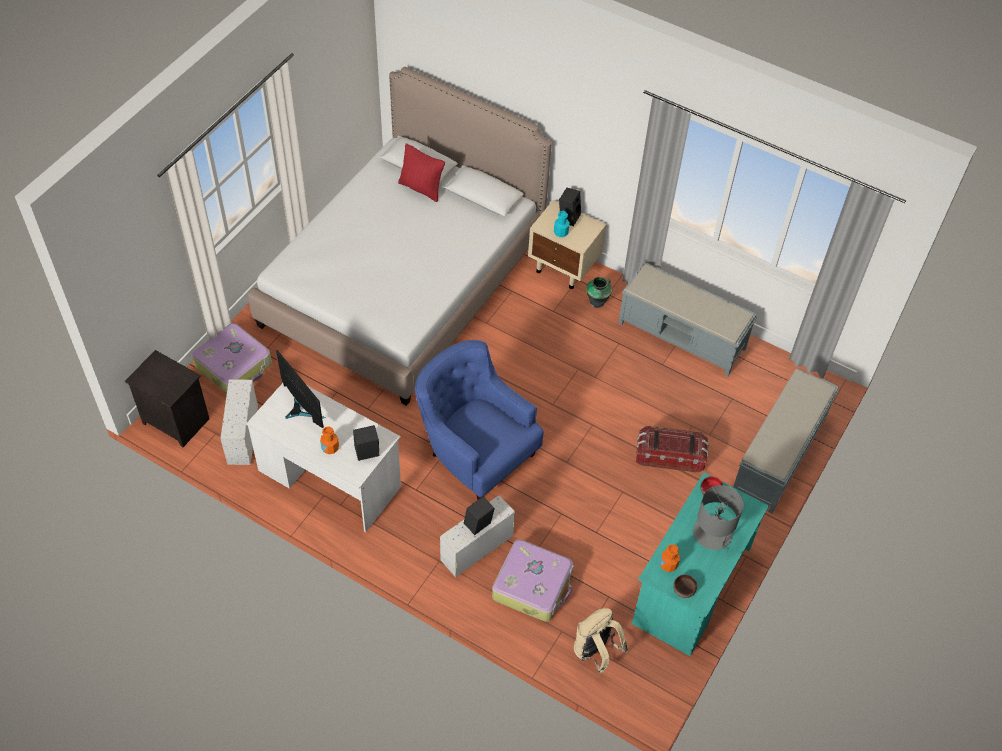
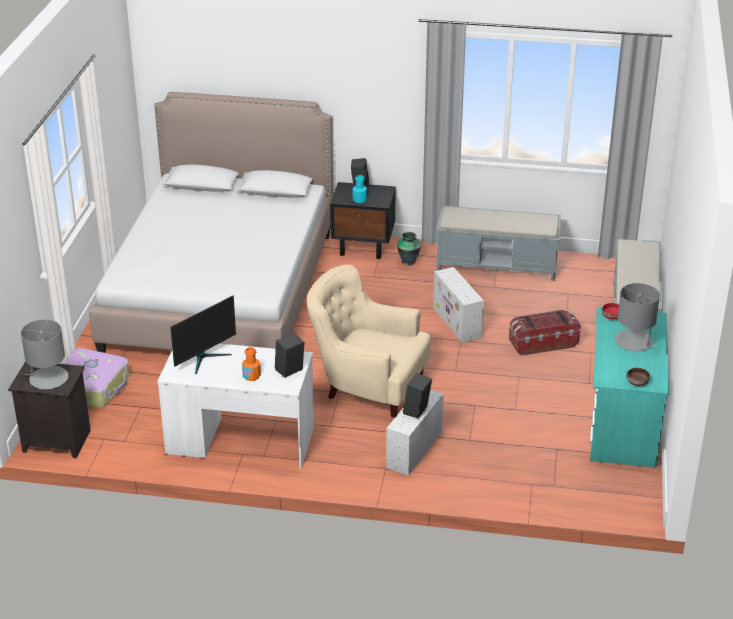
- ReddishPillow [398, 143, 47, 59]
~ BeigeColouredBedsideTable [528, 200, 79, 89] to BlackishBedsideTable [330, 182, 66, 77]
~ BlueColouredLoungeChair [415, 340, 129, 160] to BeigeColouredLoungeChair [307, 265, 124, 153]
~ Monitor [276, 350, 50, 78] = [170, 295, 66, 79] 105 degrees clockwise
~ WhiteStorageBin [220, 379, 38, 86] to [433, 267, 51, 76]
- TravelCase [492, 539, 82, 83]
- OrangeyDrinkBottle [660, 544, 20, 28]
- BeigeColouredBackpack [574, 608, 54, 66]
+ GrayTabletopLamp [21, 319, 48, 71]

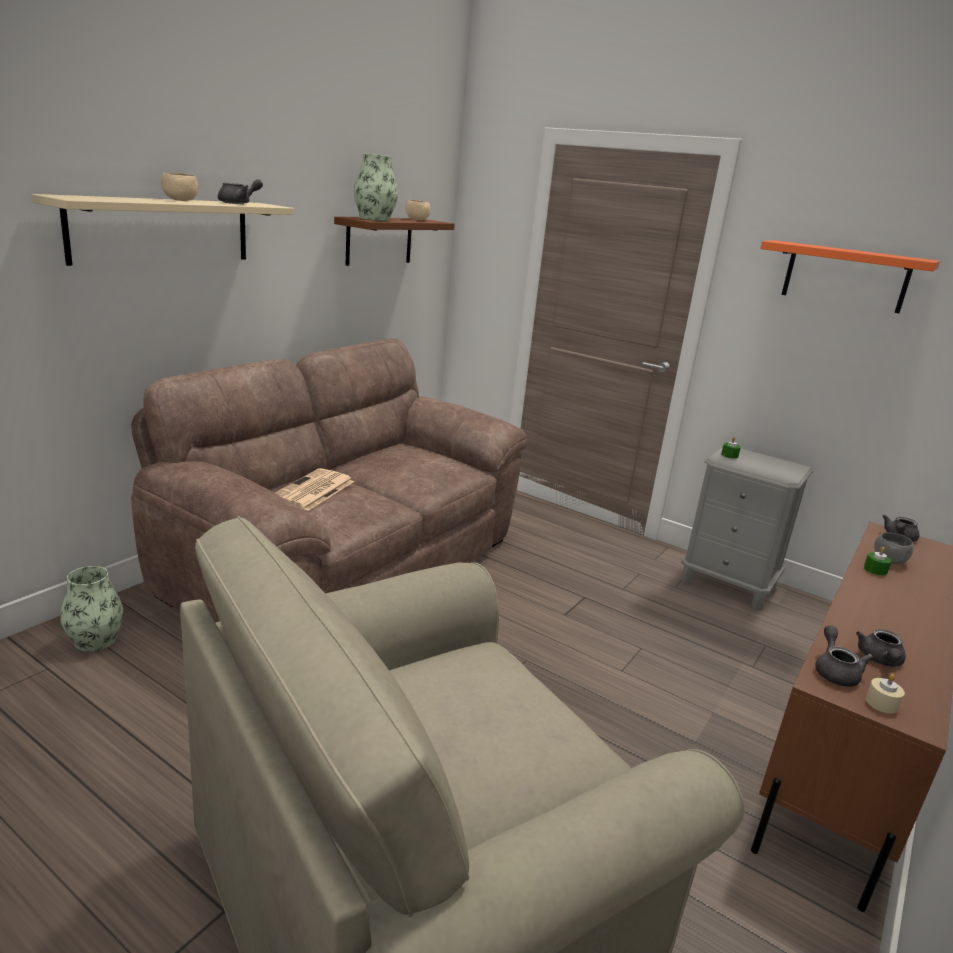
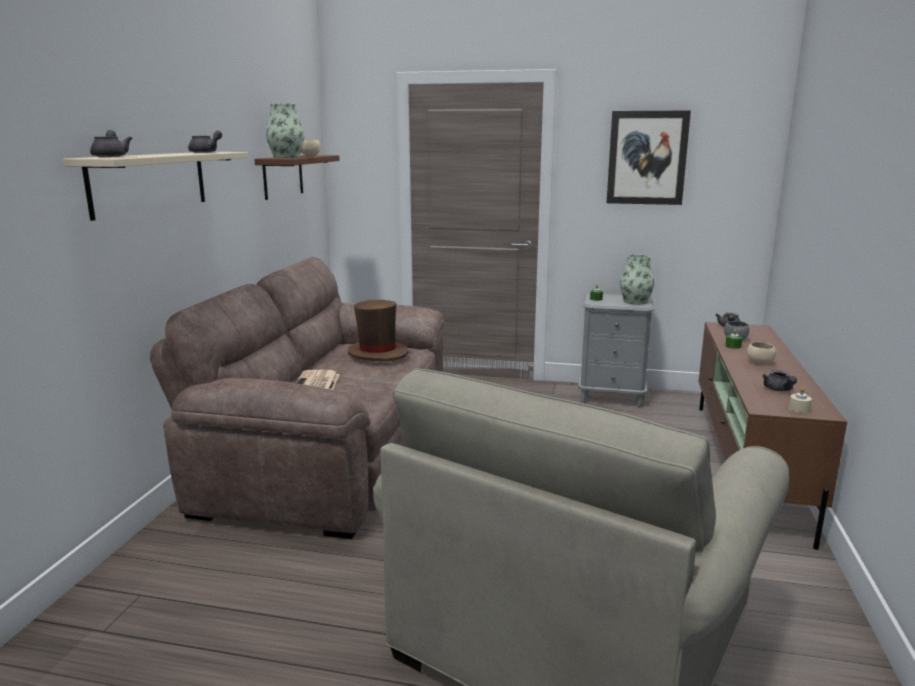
~ BeigeColouredBowl [161, 173, 37, 28] to [747, 342, 29, 22]
~ OrangeyBracketShelf [760, 240, 180, 73] to WallPicture [607, 110, 84, 95]
~ Vase [60, 566, 63, 86] to [620, 254, 35, 51]
~ GrayTeaPot [815, 625, 58, 62] to [90, 130, 42, 27]
+ BrownishWearableHat [348, 300, 61, 61]

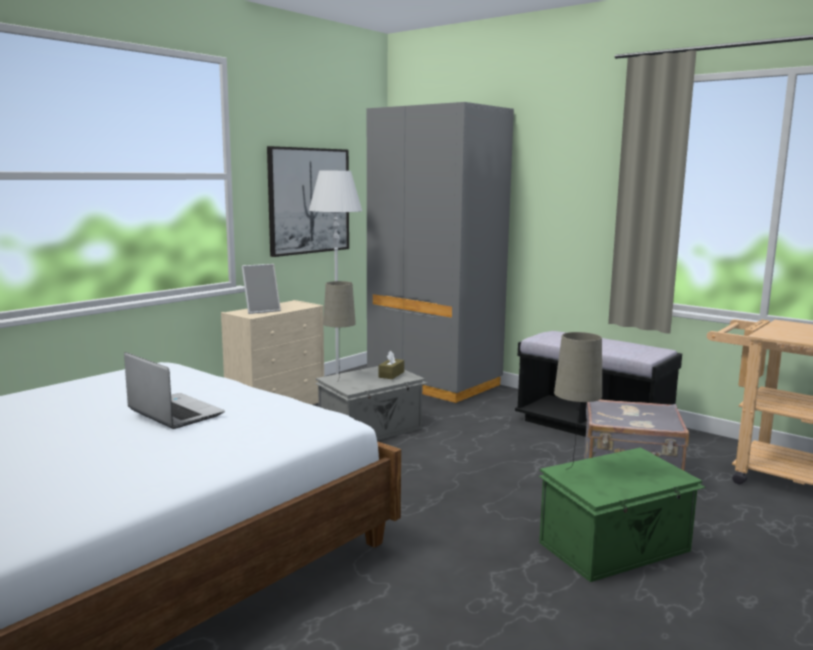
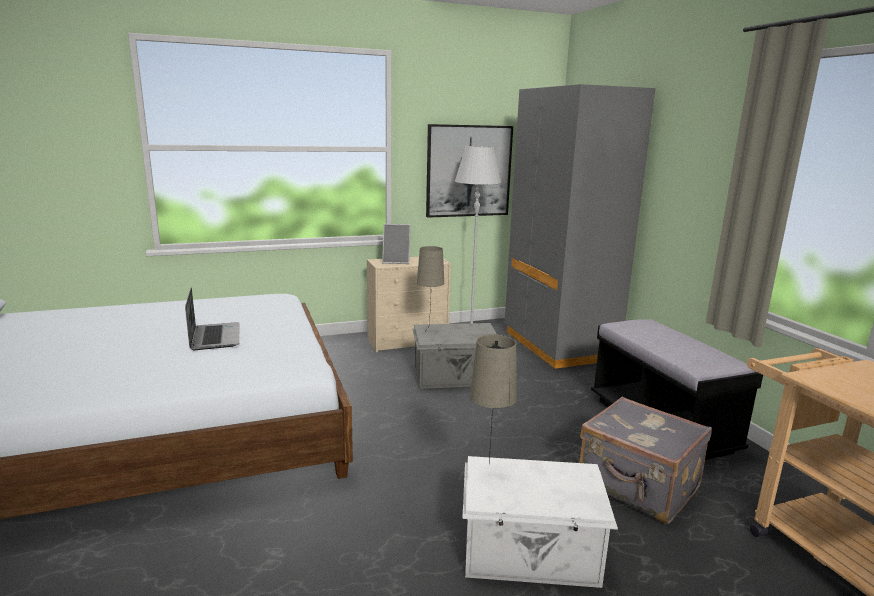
- BrownishTissueHolder [378, 351, 26, 28]
~ GreenColouredStorageBin [539, 447, 167, 135] to WhiteStorageBin [462, 456, 156, 132]

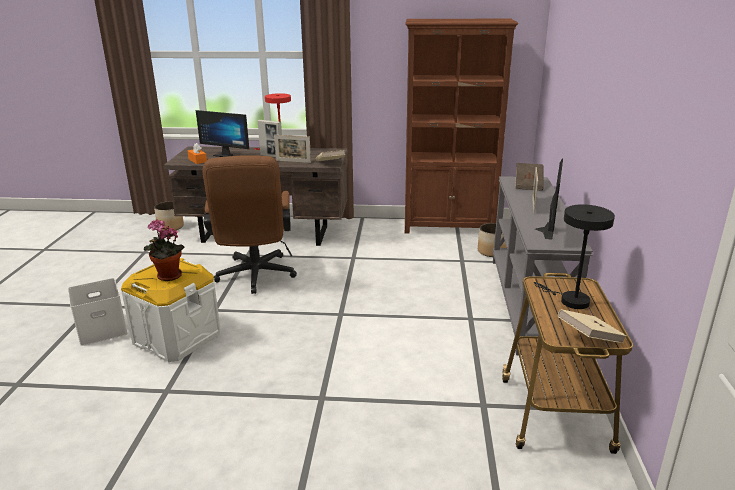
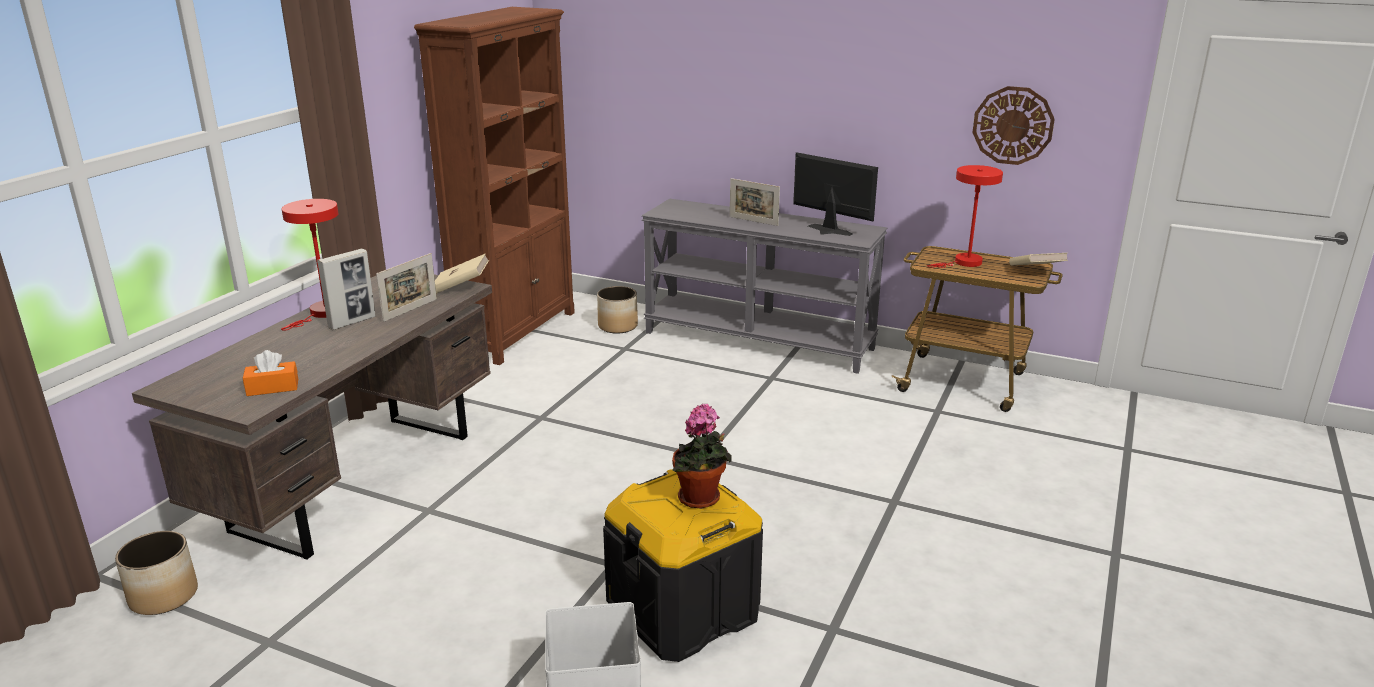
- Monitor [196, 110, 53, 47]
- BrownishOfficeChair [203, 155, 94, 139]
- BrownishBook [515, 163, 28, 28]
~ BlackishTabletopLamp [534, 204, 81, 105] to ReddishTabletopLamp [927, 165, 76, 103]
~ WhiteStorageBin [121, 258, 100, 104] to BlackishStorageBin [603, 469, 160, 193]
+ HangingClock [972, 86, 83, 79]

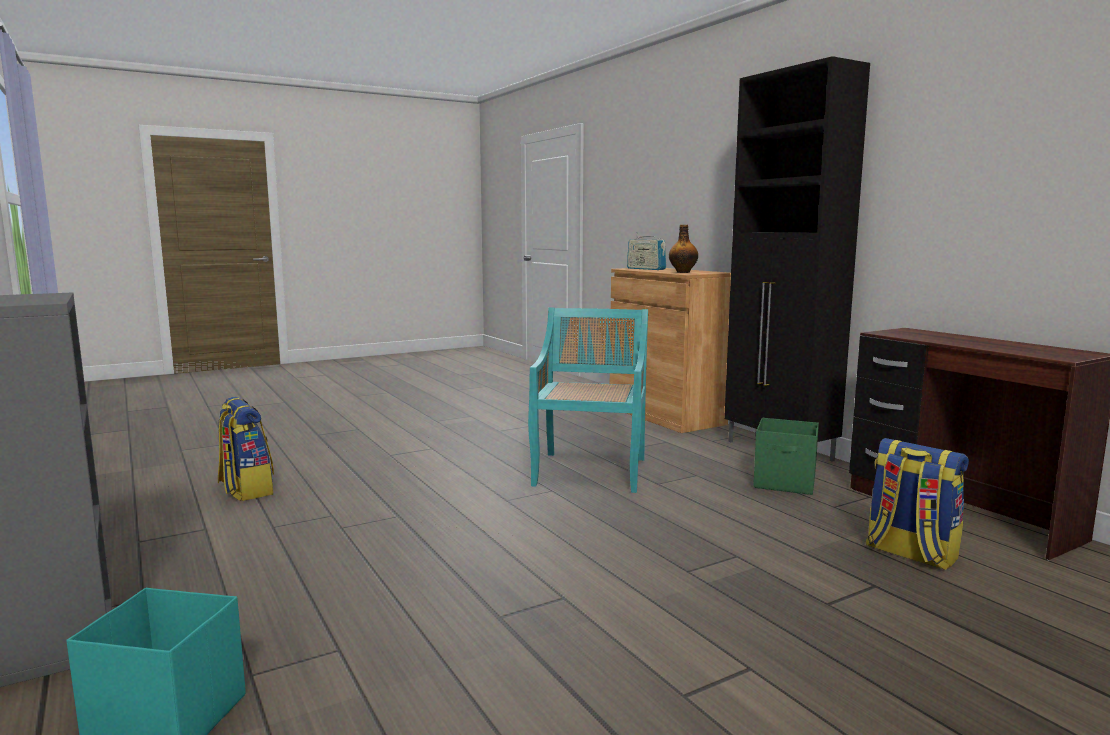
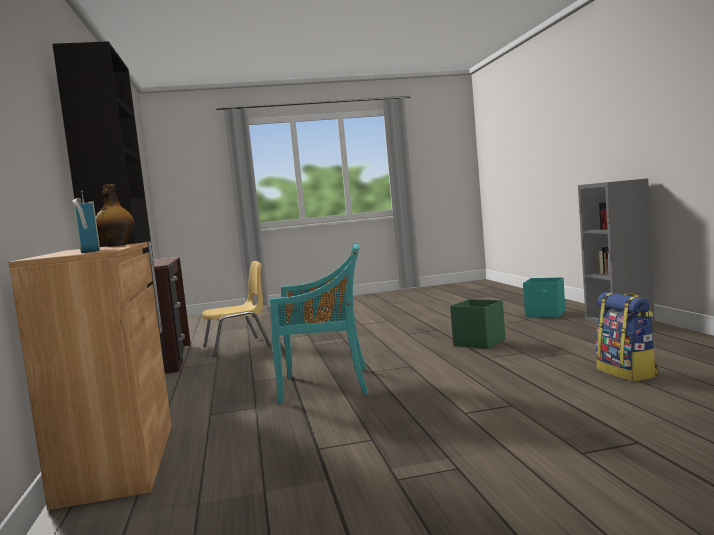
~ BlueGreenChair [528, 307, 121, 186] = [270, 242, 99, 162] 120 degrees counterclockwise
~ GreenColouredStorageBin [753, 418, 66, 77] to [450, 299, 55, 50]
~ Backpack [866, 438, 103, 132] to YellowChair [202, 261, 69, 96]

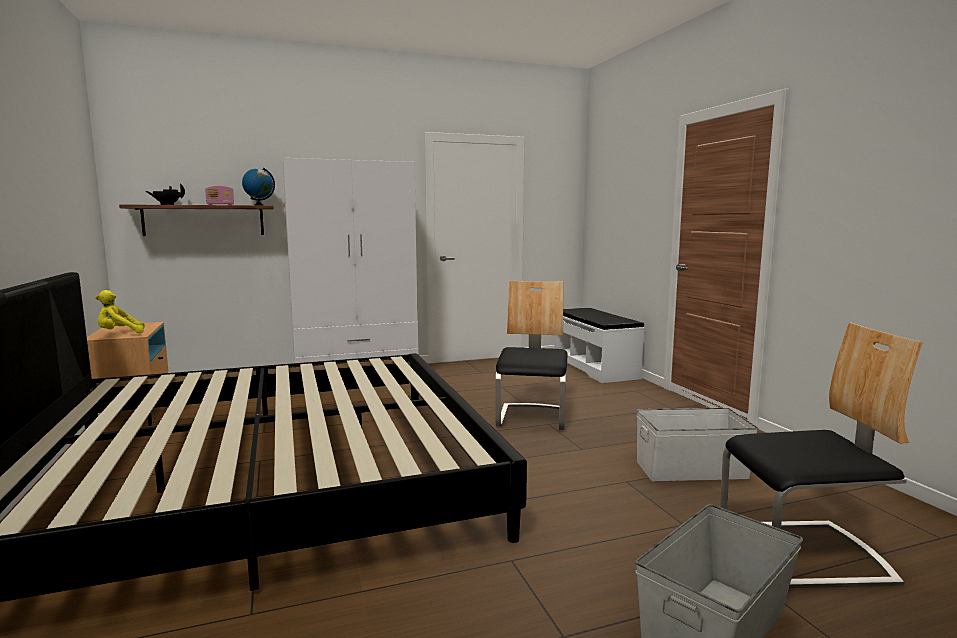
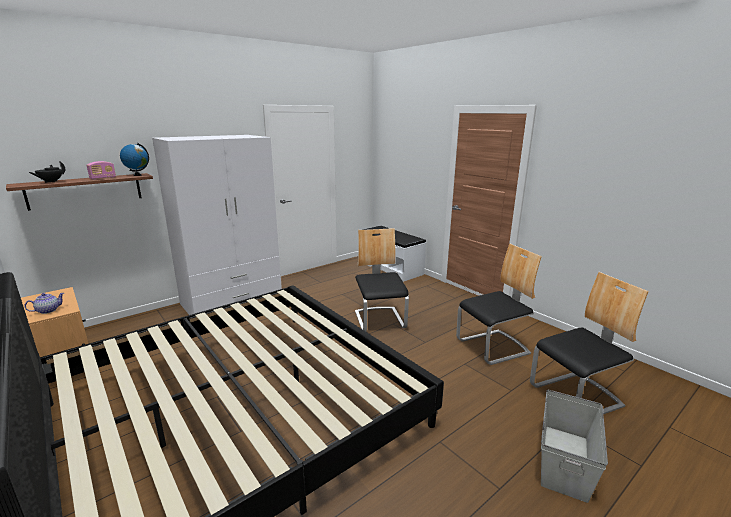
~ YellowCuddlyToy [95, 290, 49, 43] to TeaPot [24, 293, 40, 21]
~ WhiteStorageBin [637, 408, 121, 73] to Chair [456, 243, 86, 122]

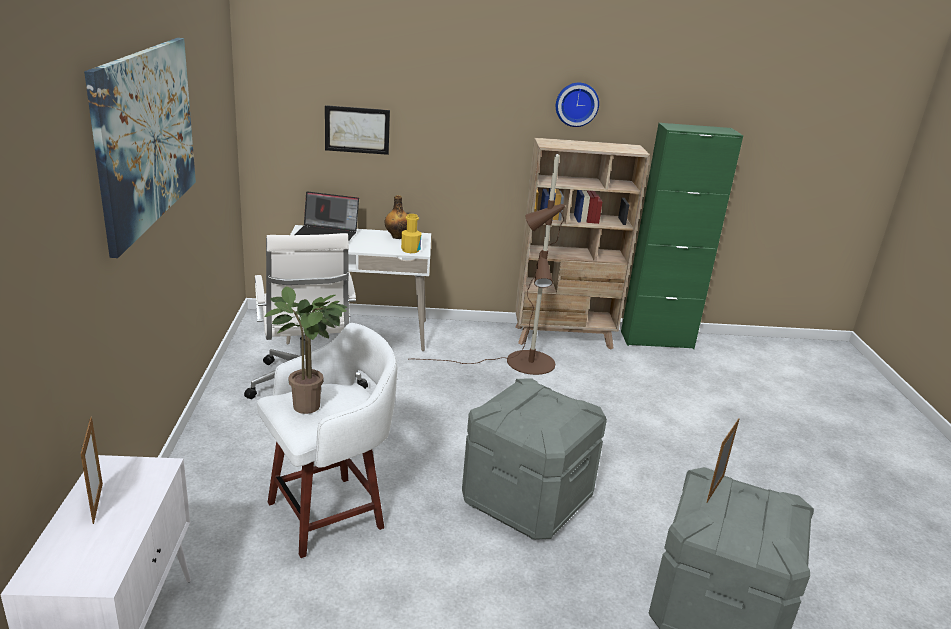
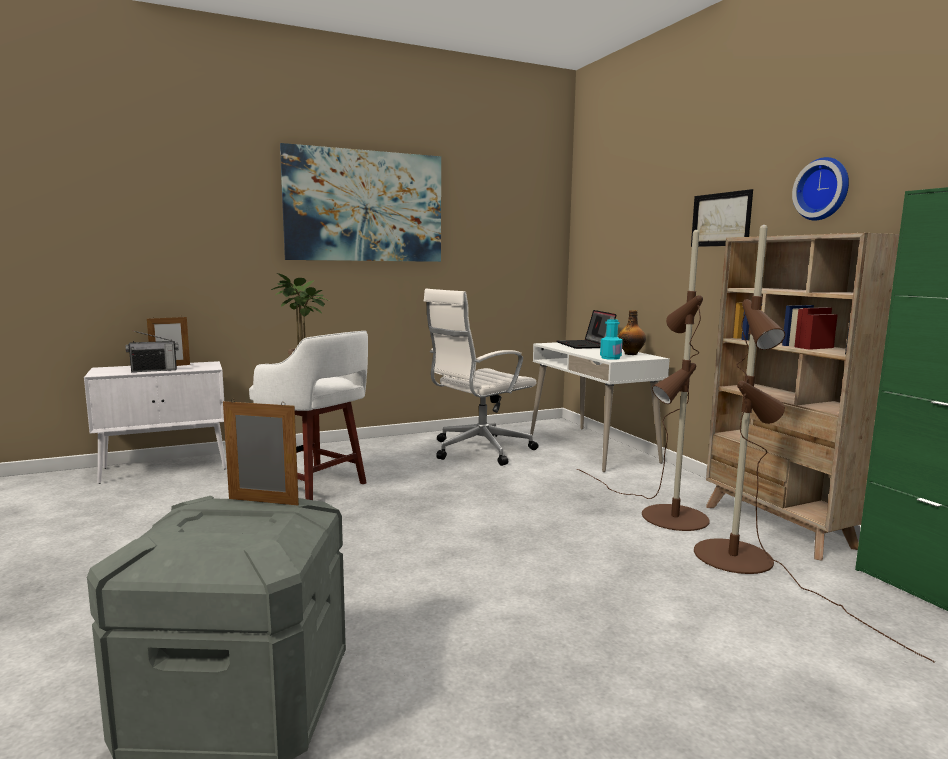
~ WallPicture [325, 105, 65, 50] to [691, 189, 62, 58]
~ YellowDrinkBottle [401, 214, 20, 39] to BlueGreenDrinkBottle [600, 319, 23, 41]
- GrayStorageBin [462, 379, 145, 161]
+ BrownishStandardLamp [694, 225, 241, 438]
+ RadioReceiver [126, 331, 53, 41]

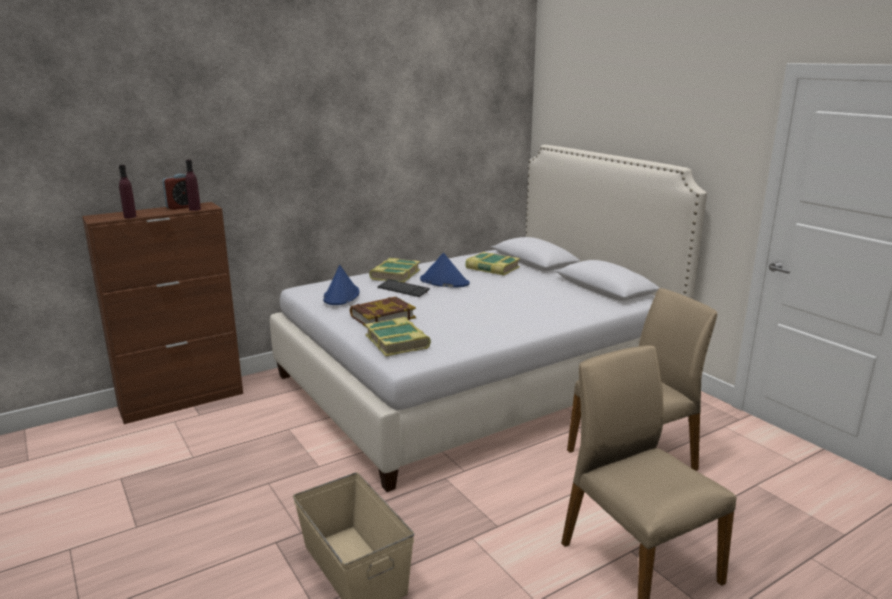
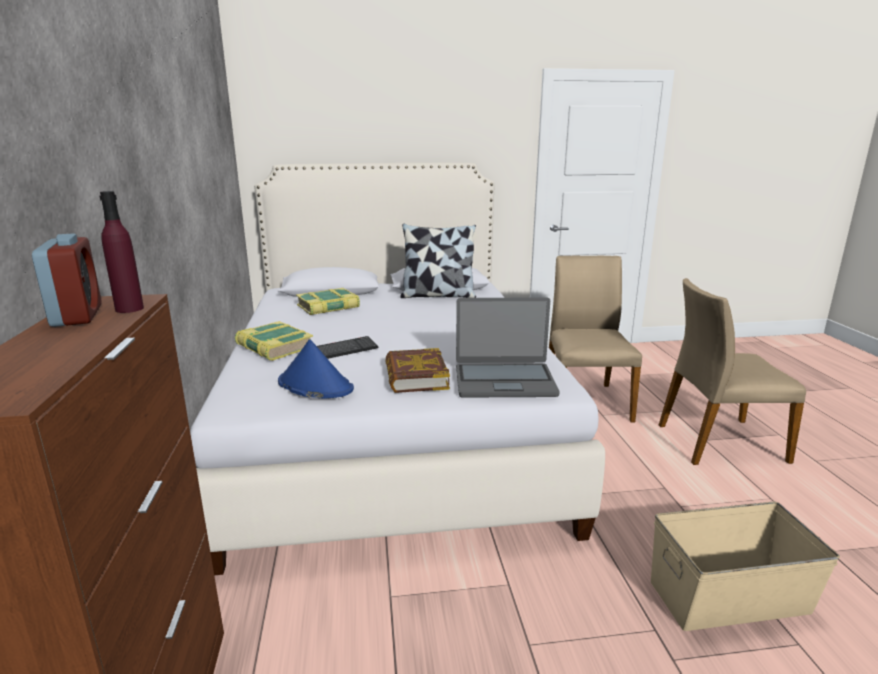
- PurpleDrinkBottle [119, 165, 18, 53]
- BlueColouredWearableHat [420, 253, 50, 35]
~ Book [365, 317, 66, 39] to PortableComputer [456, 297, 104, 101]
+ Pillow [400, 224, 76, 74]

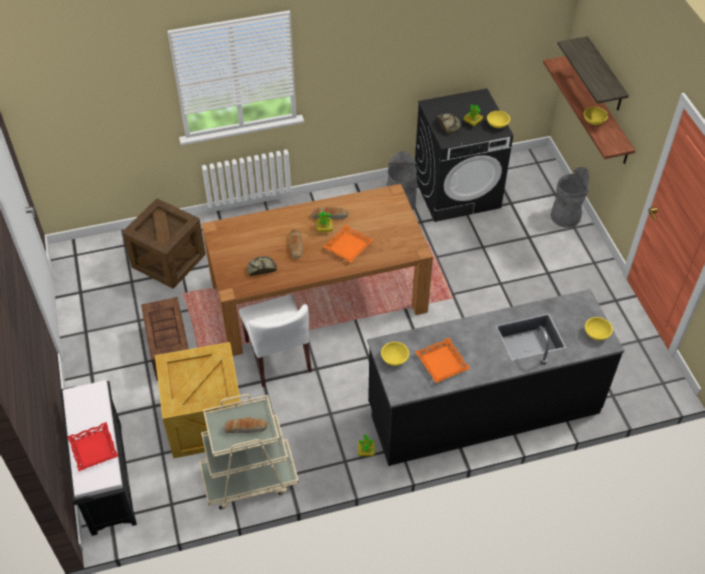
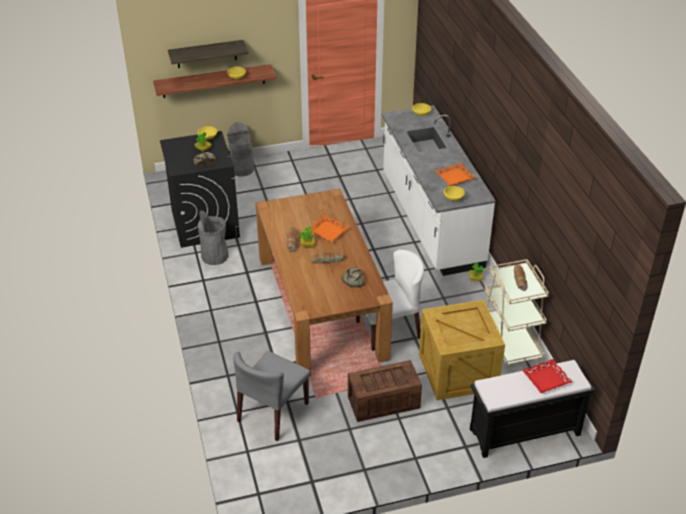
~ ShippingCrate [122, 198, 84, 91] to GrayChair [233, 351, 77, 90]
~ BlackishKitchenCounter [367, 289, 258, 177] to WhiteKitchenCounter [382, 105, 114, 171]

